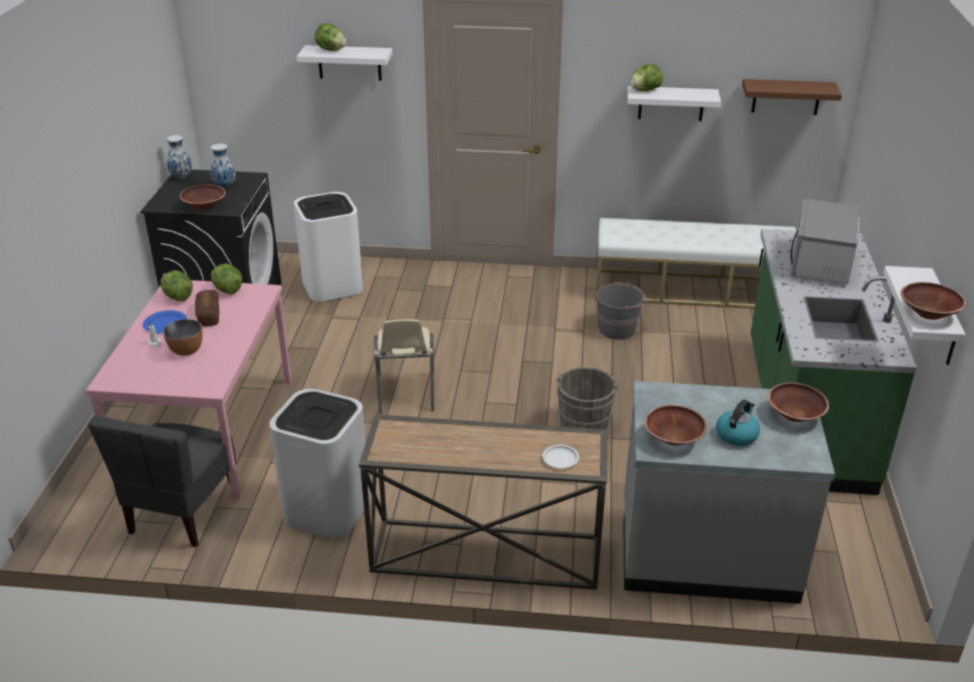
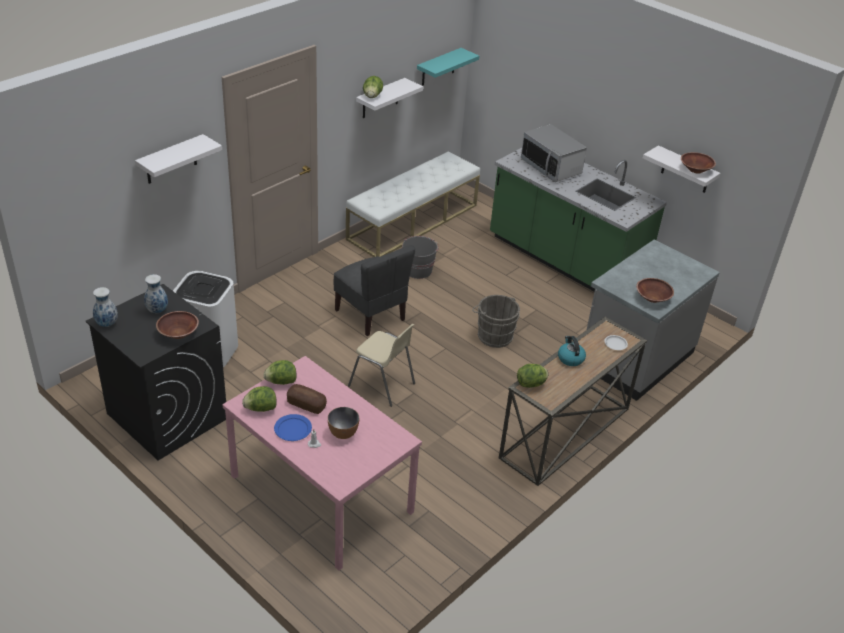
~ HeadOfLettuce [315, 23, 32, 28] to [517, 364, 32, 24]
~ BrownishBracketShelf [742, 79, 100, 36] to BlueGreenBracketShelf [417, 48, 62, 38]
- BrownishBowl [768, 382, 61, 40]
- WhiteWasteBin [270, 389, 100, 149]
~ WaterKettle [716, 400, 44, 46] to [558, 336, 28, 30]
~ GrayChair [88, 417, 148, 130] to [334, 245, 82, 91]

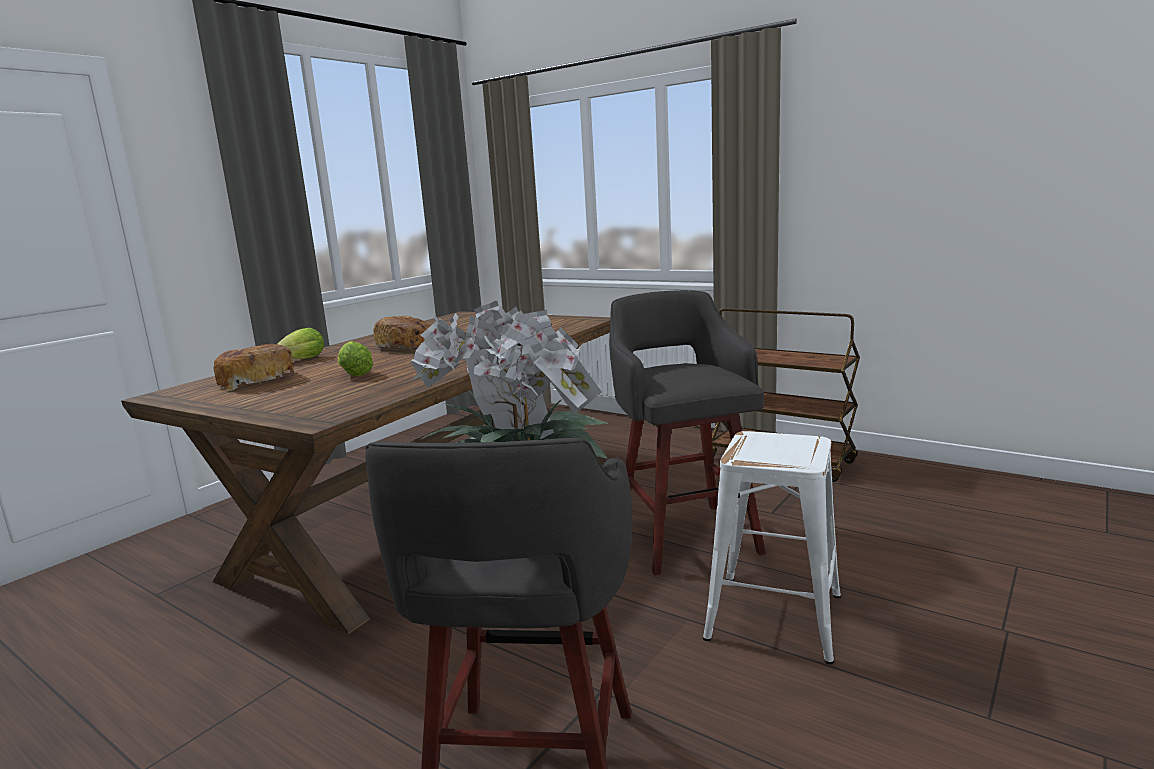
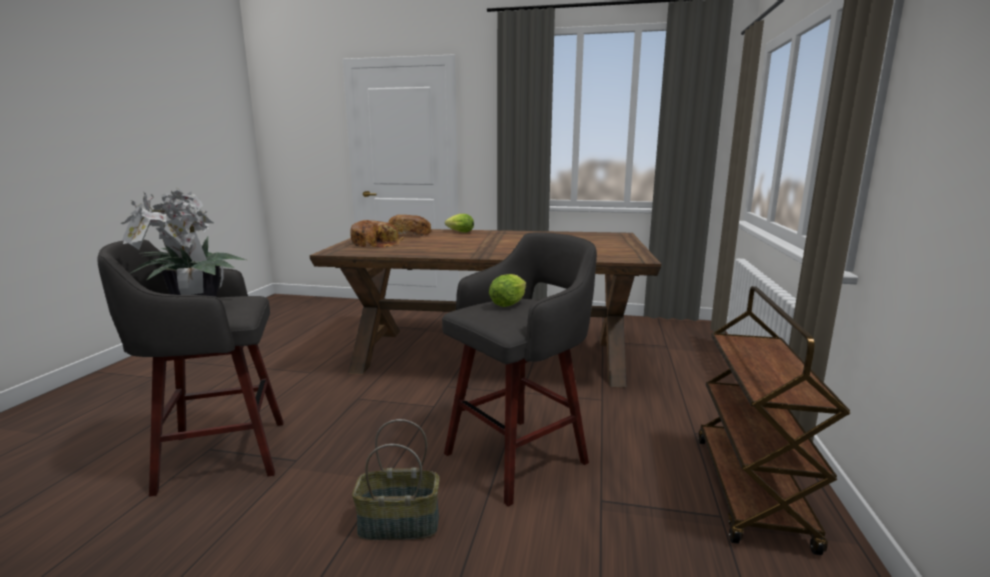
~ BakeryBread [373, 316, 58, 35] to [350, 220, 54, 28]
~ HeadOfLettuce [338, 341, 35, 35] to [489, 274, 37, 33]
~ WhiteStoolSeat [703, 431, 138, 234] to HouseholdBasket [352, 419, 88, 121]

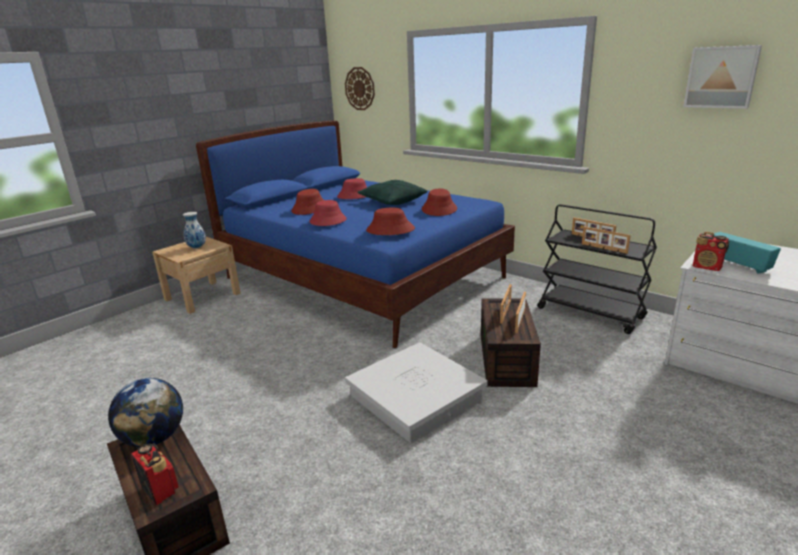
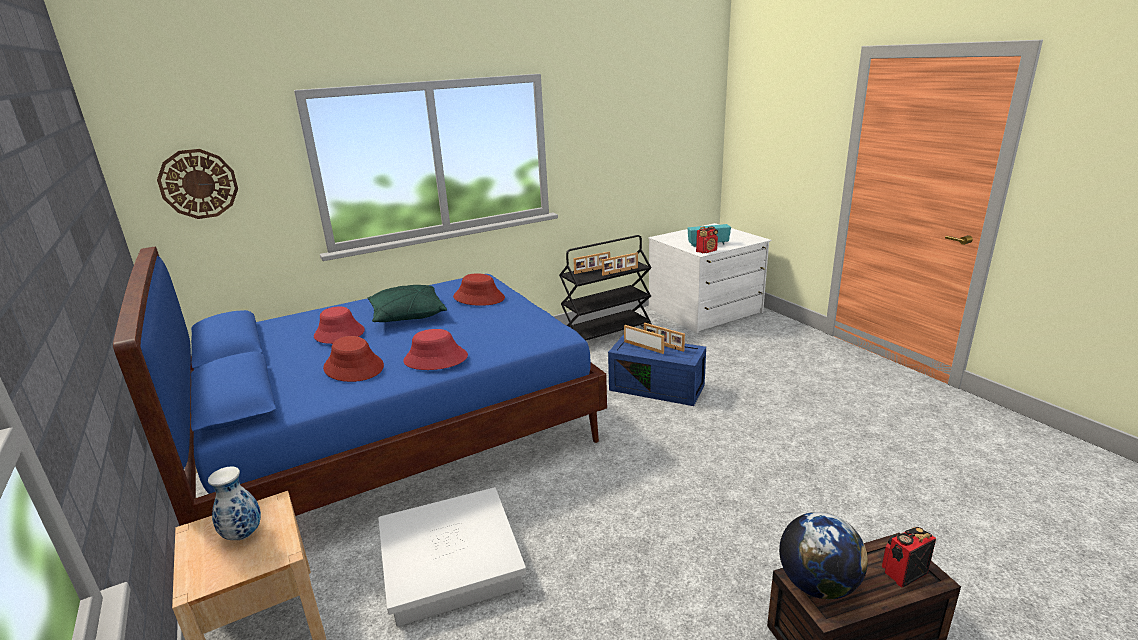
- WallPicture [683, 45, 79, 64]
- ReddishWearableHat [366, 208, 49, 27]
~ BrownishStorageBin [481, 299, 60, 88] to BlueColouredStorageBin [608, 335, 98, 71]
~ WhiteStorageBin [345, 342, 143, 101] to [378, 487, 148, 140]

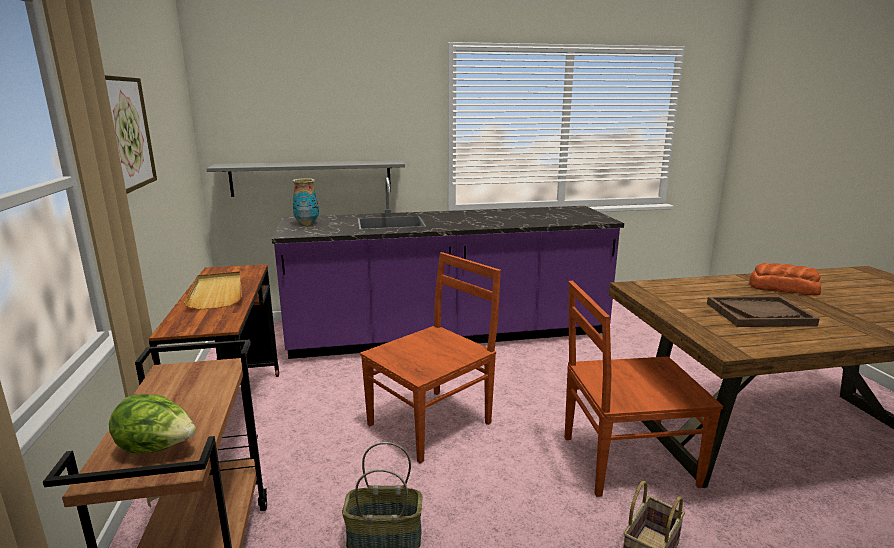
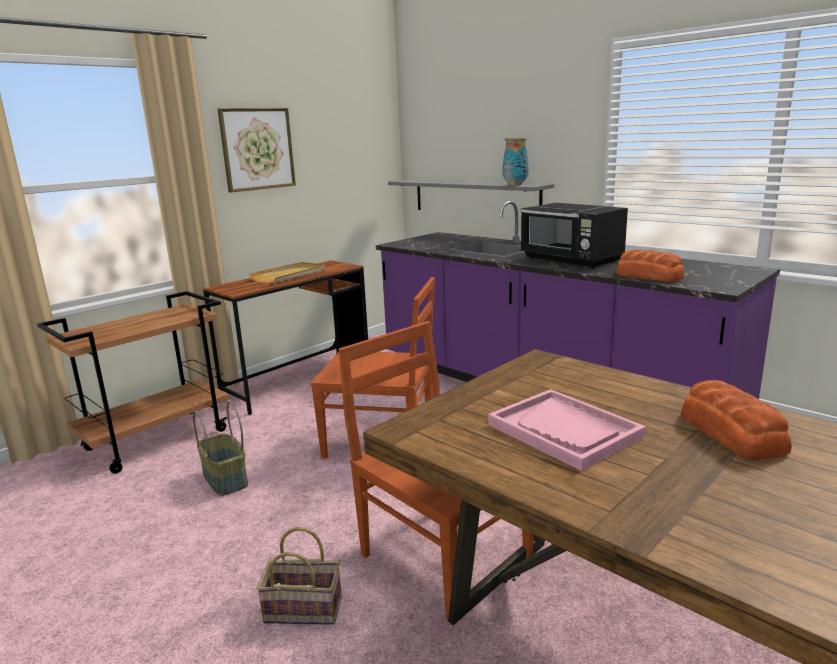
~ Vase [292, 178, 27, 47] to [502, 137, 27, 49]
~ BrownishServingTray [707, 296, 112, 31] to PinkServingTray [488, 389, 158, 82]
- HeadOfLettuce [109, 394, 87, 60]
+ BlackishMicrowaveOven [520, 203, 108, 65]
+ BakeryBread [616, 250, 69, 32]

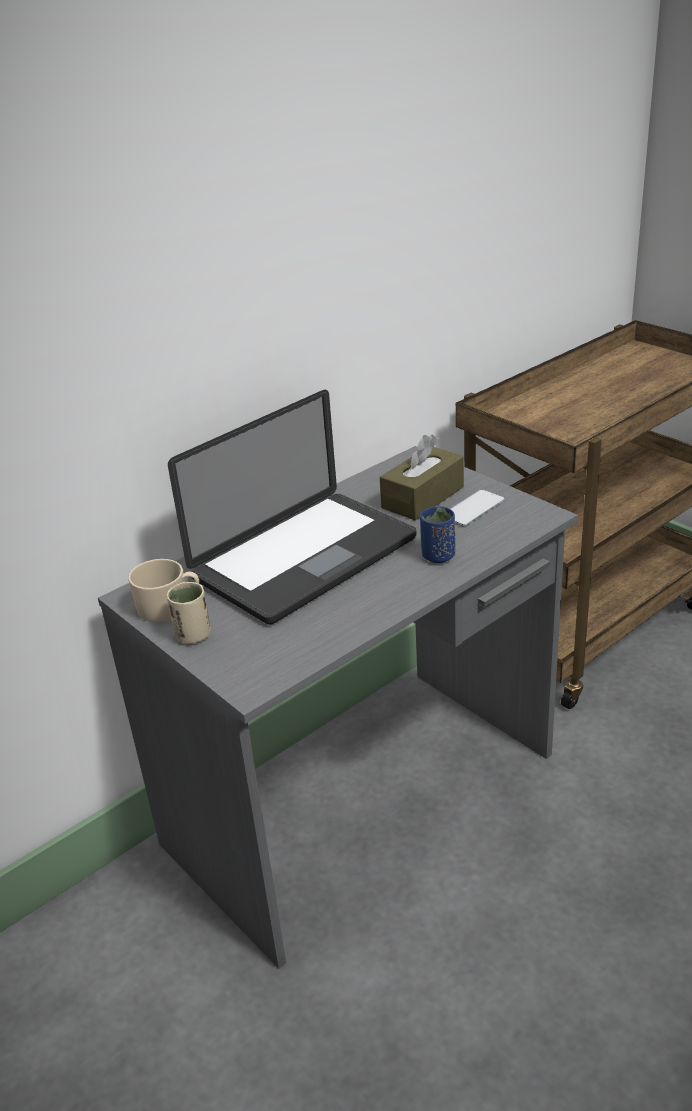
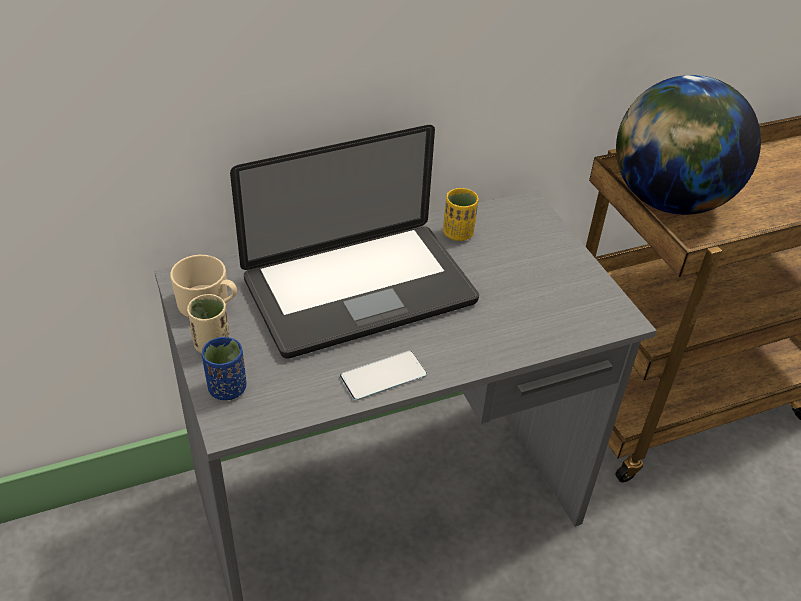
- BrownishTissueHolder [380, 434, 84, 87]
~ Phone [450, 489, 55, 37] to [340, 351, 87, 50]
~ BlueColouredDrinkingCup [420, 506, 35, 57] to [202, 337, 45, 63]
+ Globe [616, 75, 145, 140]
+ YellowDrinkingCup [443, 188, 36, 53]

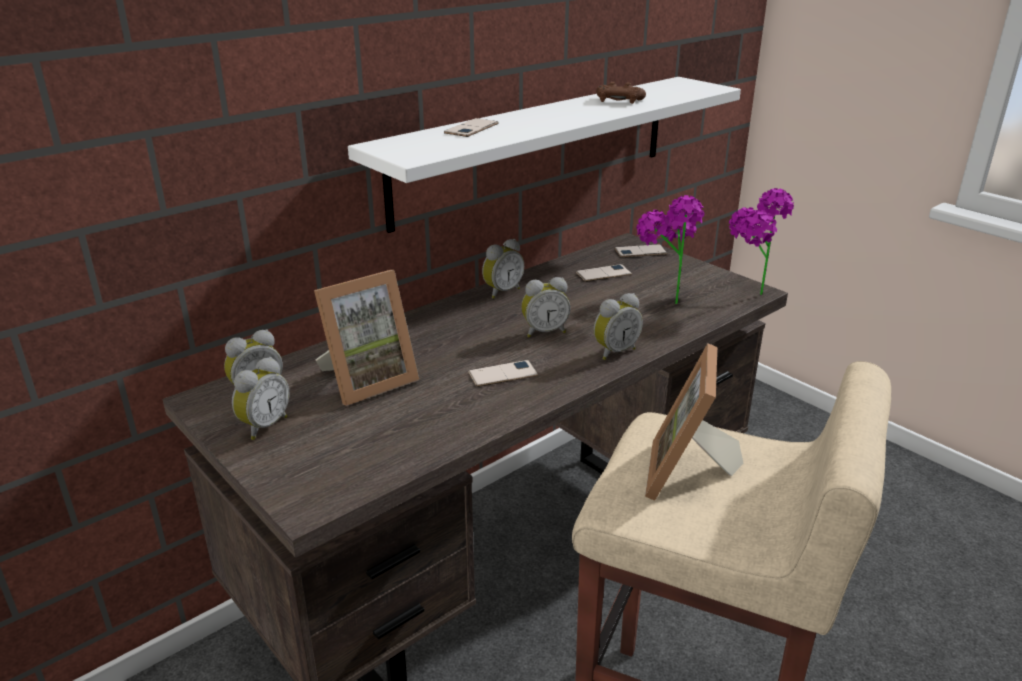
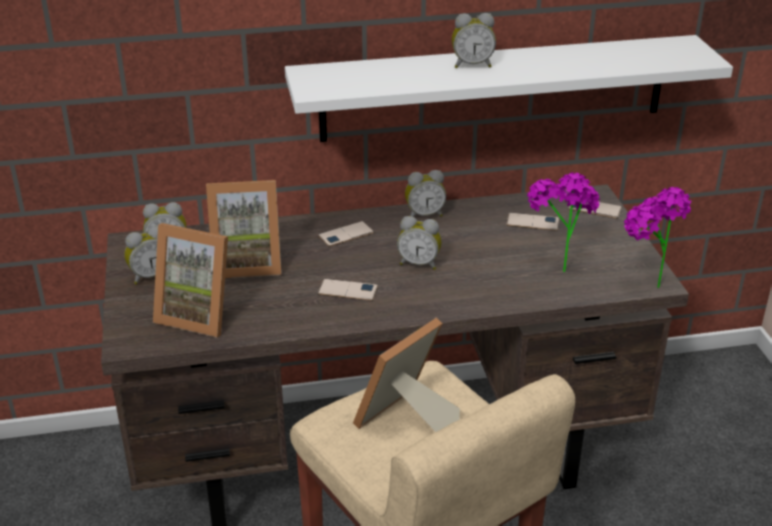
- BrownishGameController [596, 81, 50, 23]
~ Phone [444, 118, 55, 19] to [318, 221, 56, 26]
~ BedsideClock [594, 293, 49, 67] to [452, 13, 44, 55]
+ PictureFrame [153, 223, 75, 115]

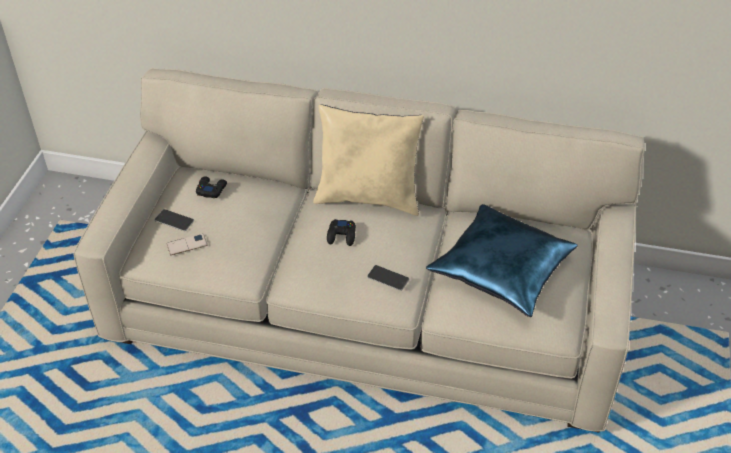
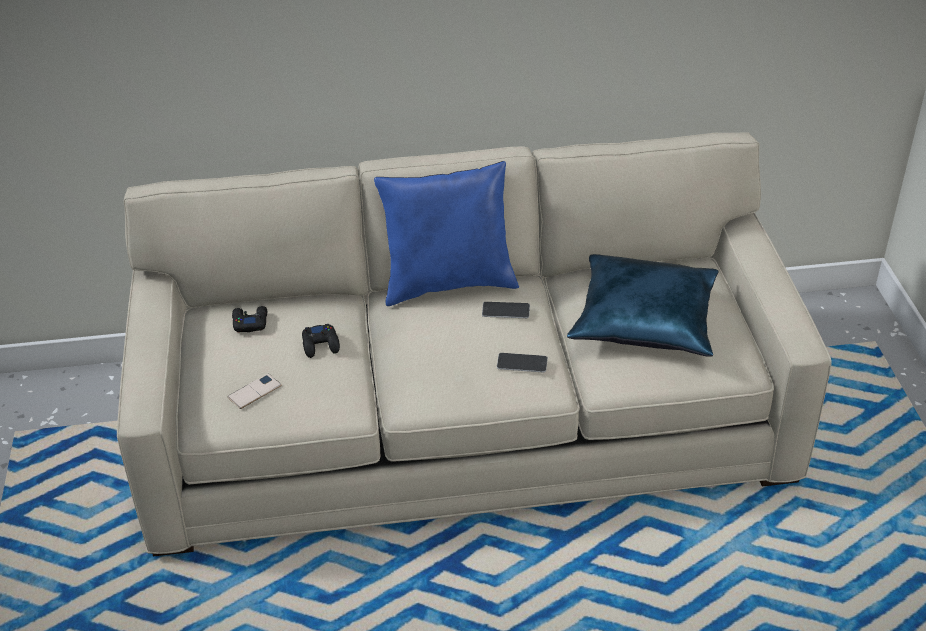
~ BeigeColouredPillow [313, 104, 111, 112] to BlueColouredPillow [374, 161, 145, 145]
~ Phone [154, 209, 40, 22] to [482, 302, 48, 16]
~ BlackishGameController [327, 219, 29, 27] to [302, 324, 38, 34]

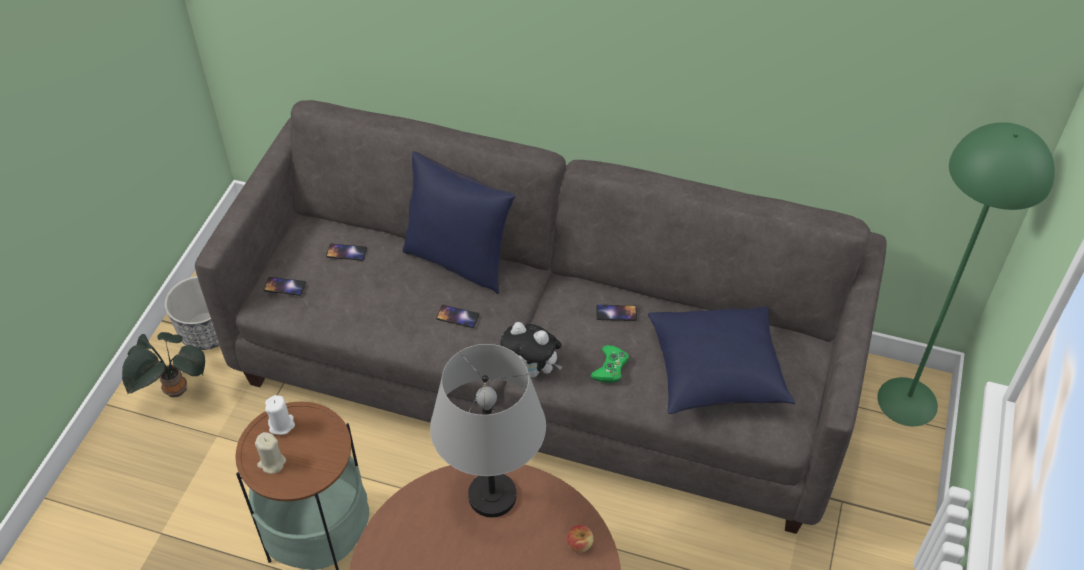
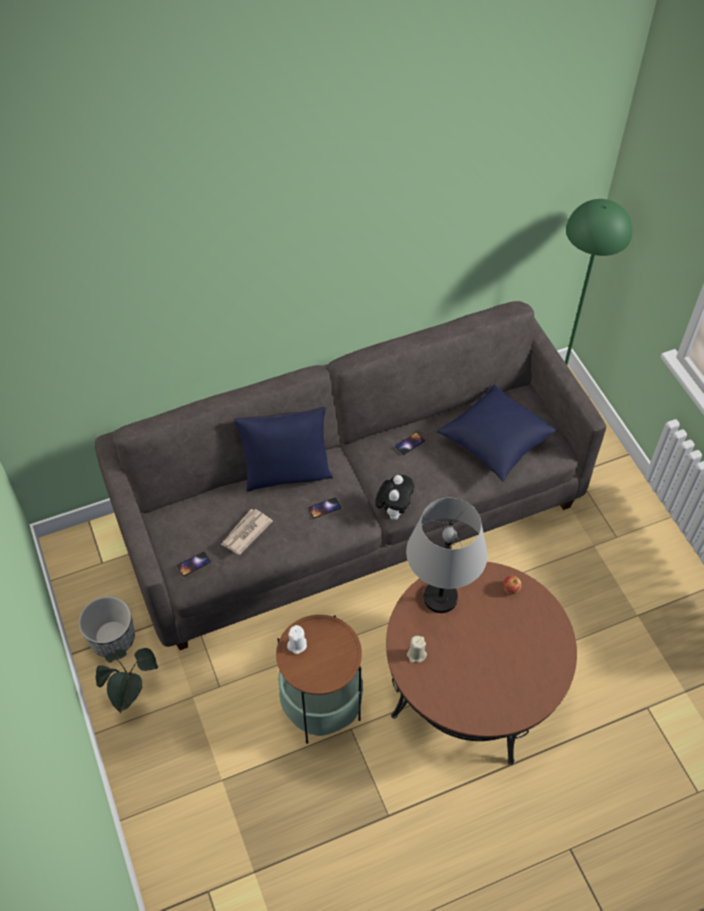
- Phone [326, 244, 41, 17]
~ CuddlyToy [500, 322, 62, 56] = [375, 474, 39, 46] 60 degrees counterclockwise
- GreenColouredGameController [591, 345, 38, 38]
~ BeigeColouredCandle [255, 432, 31, 42] to [407, 636, 20, 27]
+ DailyPaper [221, 509, 52, 46]

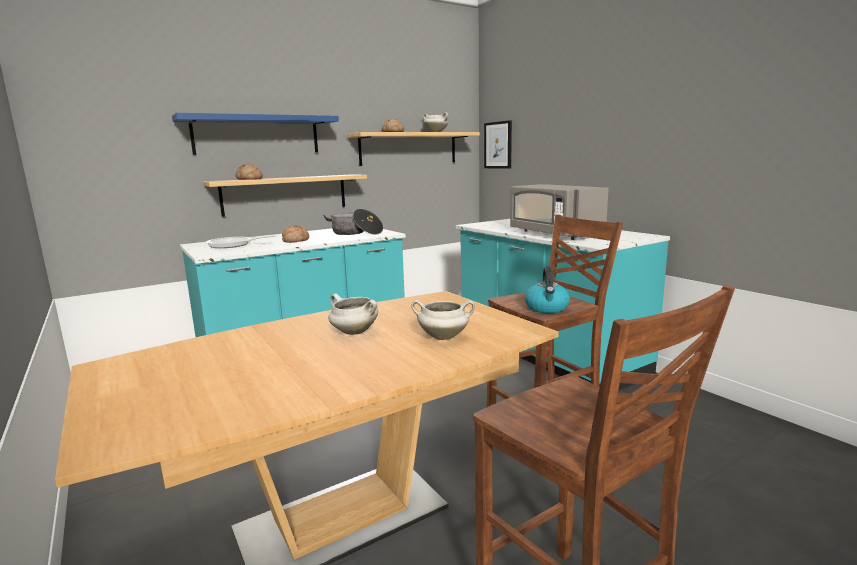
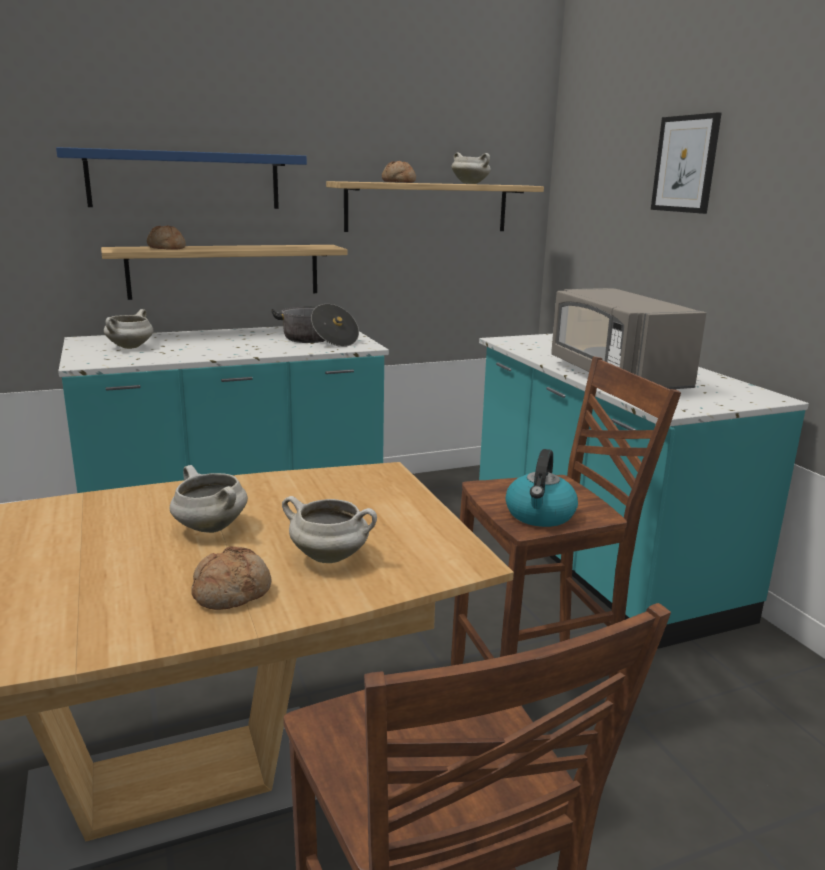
~ WallPicture [484, 120, 28, 48] to [651, 112, 71, 102]
~ BakeryBread [282, 226, 27, 17] to [191, 546, 80, 64]
~ Skillet [206, 235, 69, 13] to WhiteCookingPot [104, 309, 49, 40]

